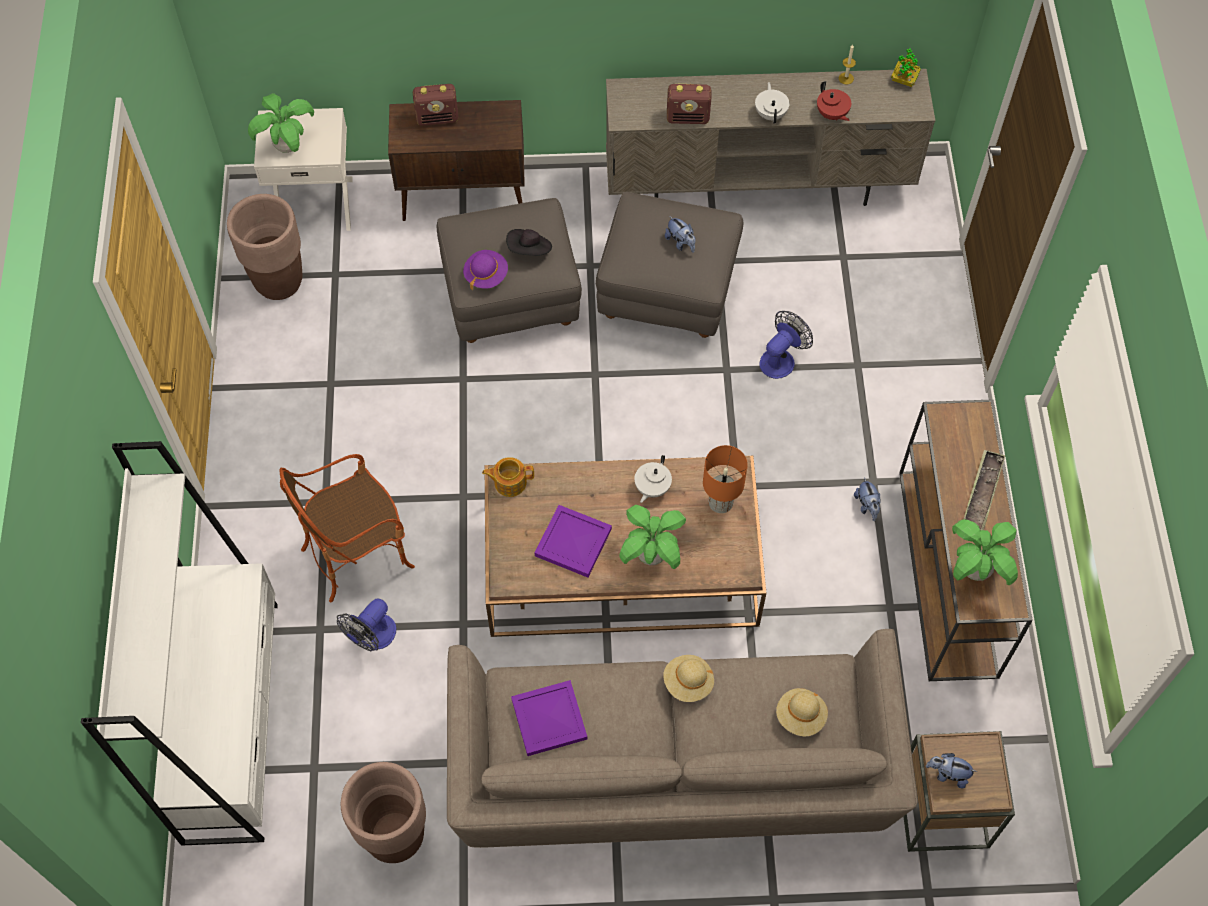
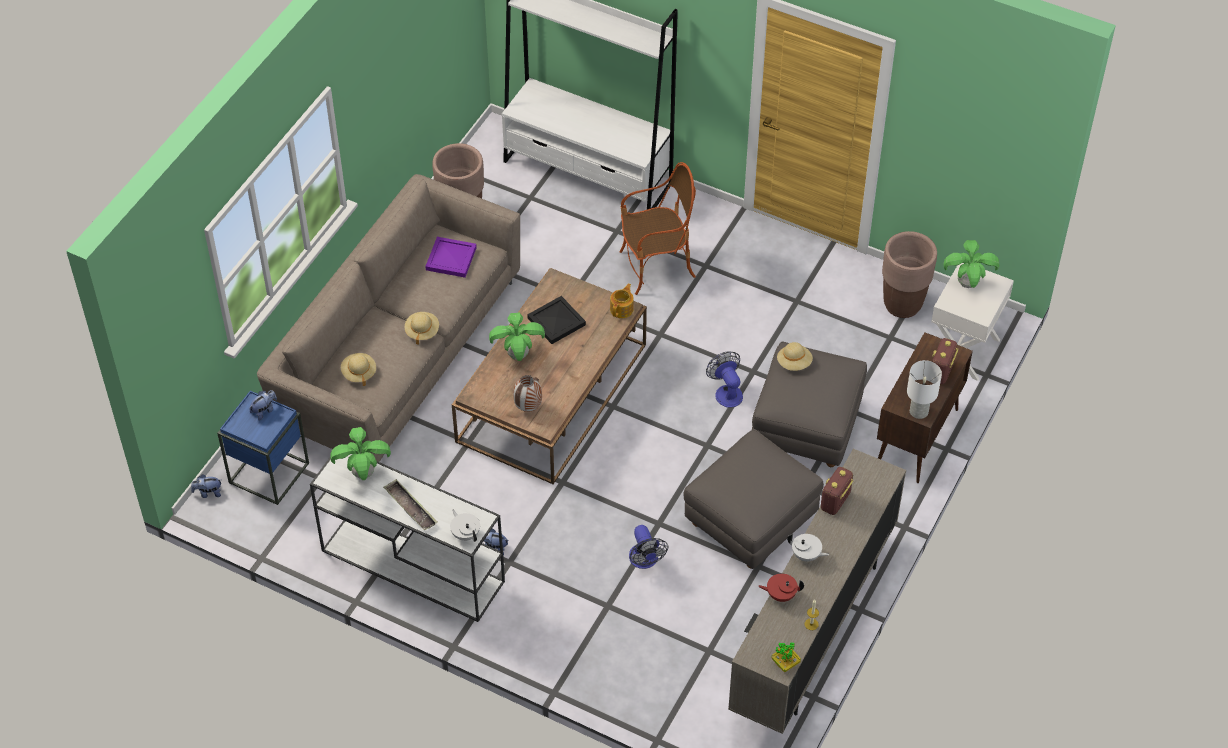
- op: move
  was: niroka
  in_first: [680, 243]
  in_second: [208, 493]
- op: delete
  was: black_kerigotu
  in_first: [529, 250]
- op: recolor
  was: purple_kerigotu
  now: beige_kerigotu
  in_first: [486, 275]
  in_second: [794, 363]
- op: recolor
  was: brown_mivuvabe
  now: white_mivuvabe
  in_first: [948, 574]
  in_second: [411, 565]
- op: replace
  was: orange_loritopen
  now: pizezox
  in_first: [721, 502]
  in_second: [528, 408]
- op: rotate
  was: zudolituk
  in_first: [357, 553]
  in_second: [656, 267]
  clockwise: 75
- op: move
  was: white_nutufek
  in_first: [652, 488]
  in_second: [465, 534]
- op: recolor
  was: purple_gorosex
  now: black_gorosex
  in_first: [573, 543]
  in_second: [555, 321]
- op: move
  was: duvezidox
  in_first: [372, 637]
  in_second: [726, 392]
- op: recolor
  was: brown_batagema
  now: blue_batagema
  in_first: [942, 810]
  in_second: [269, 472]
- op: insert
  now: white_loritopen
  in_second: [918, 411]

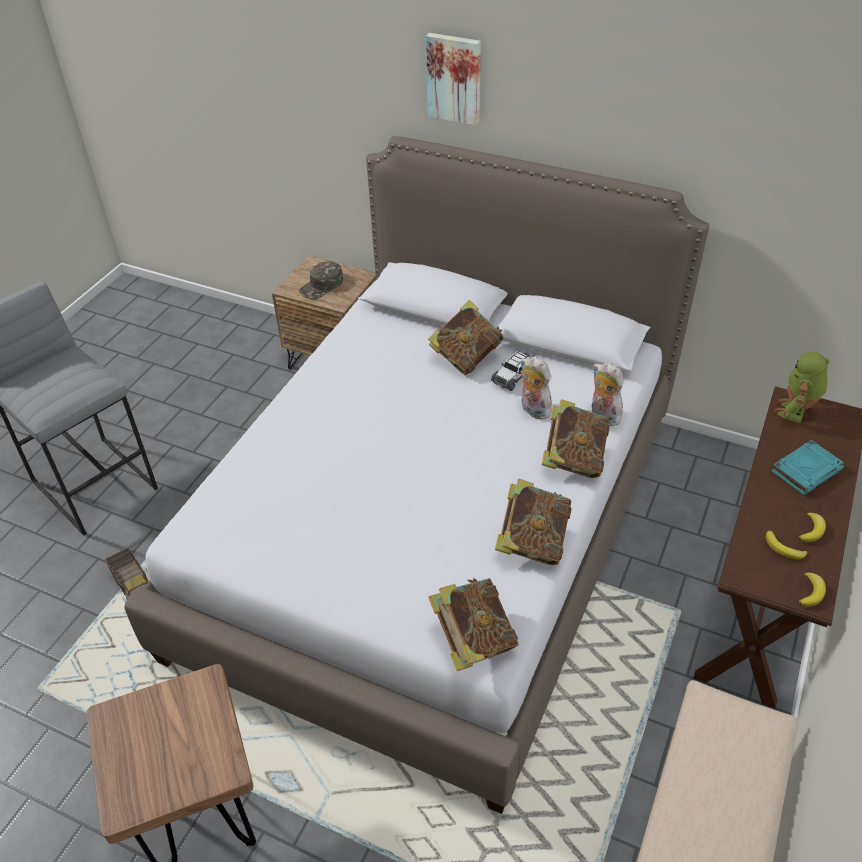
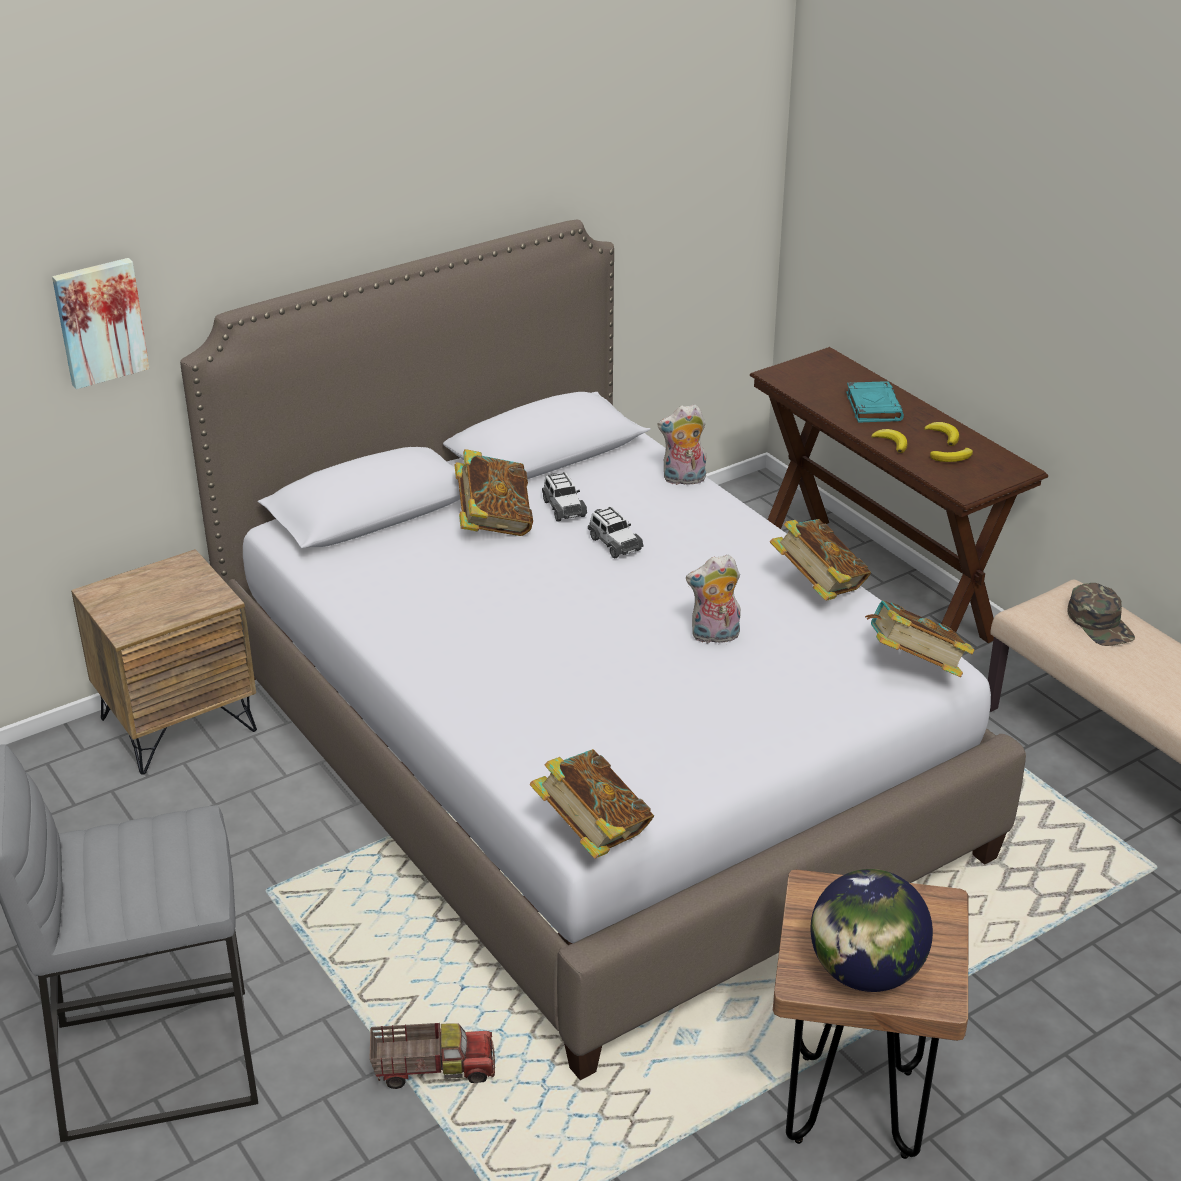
- op: move
  was: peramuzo
  in_first: [455, 78]
  in_second: [99, 321]
- op: move
  was: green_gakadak
  in_first: [322, 285]
  in_second: [1100, 623]
- op: delete
  was: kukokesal
  in_first: [795, 411]
- op: move
  was: niroka
  in_first: [533, 410]
  in_second: [714, 636]
- op: move
  was: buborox
  in_first: [573, 459]
  in_second: [592, 833]
- op: move
  was: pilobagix
  in_first: [811, 592]
  in_second: [891, 443]
- op: insert
  now: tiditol
  in_second: [614, 543]
- op: insert
  now: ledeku
  in_second: [865, 972]

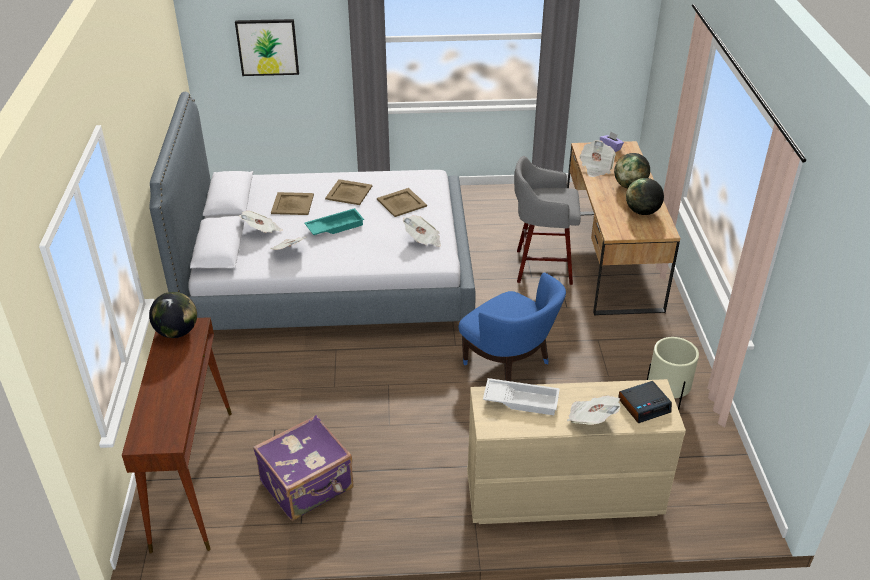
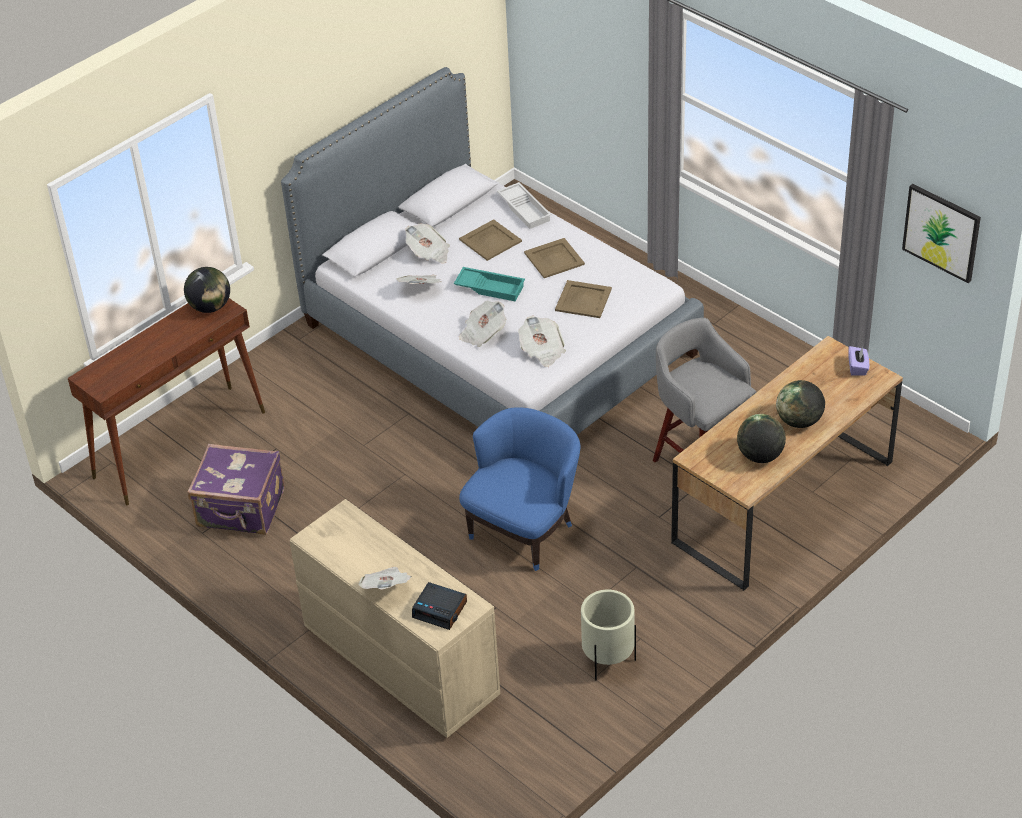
- op: move
  was: peramuzo
  in_first: [267, 47]
  in_second: [942, 232]
- op: move
  was: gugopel
  in_first: [596, 168]
  in_second: [482, 333]
- op: rotate
  was: blue_zudolituk
  in_first: [509, 364]
  in_second: [524, 530]
  clockwise: -150
- op: move
  was: white_gorosex
  in_first: [521, 400]
  in_second: [525, 209]

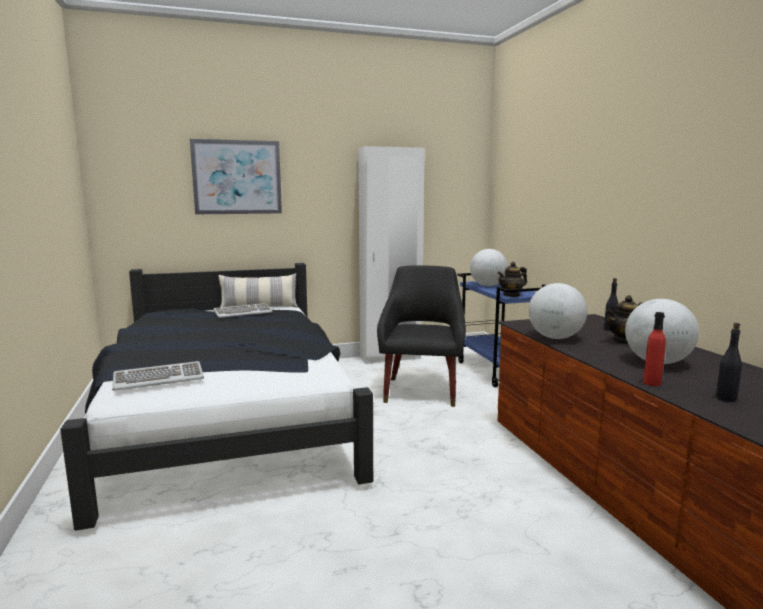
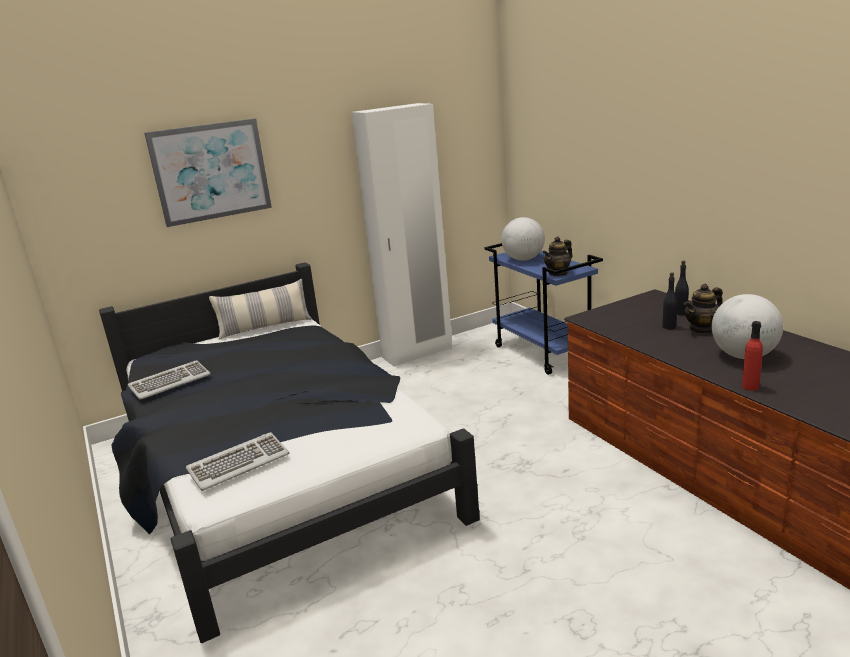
- op: delete
  was: black_zudolituk
  in_first: [421, 389]
- op: delete
  was: ledeku
  in_first: [555, 338]
- op: move
  was: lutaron
  in_first: [243, 313]
  in_second: [170, 382]
- op: move
  was: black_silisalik
  in_first: [726, 398]
  in_second: [669, 326]

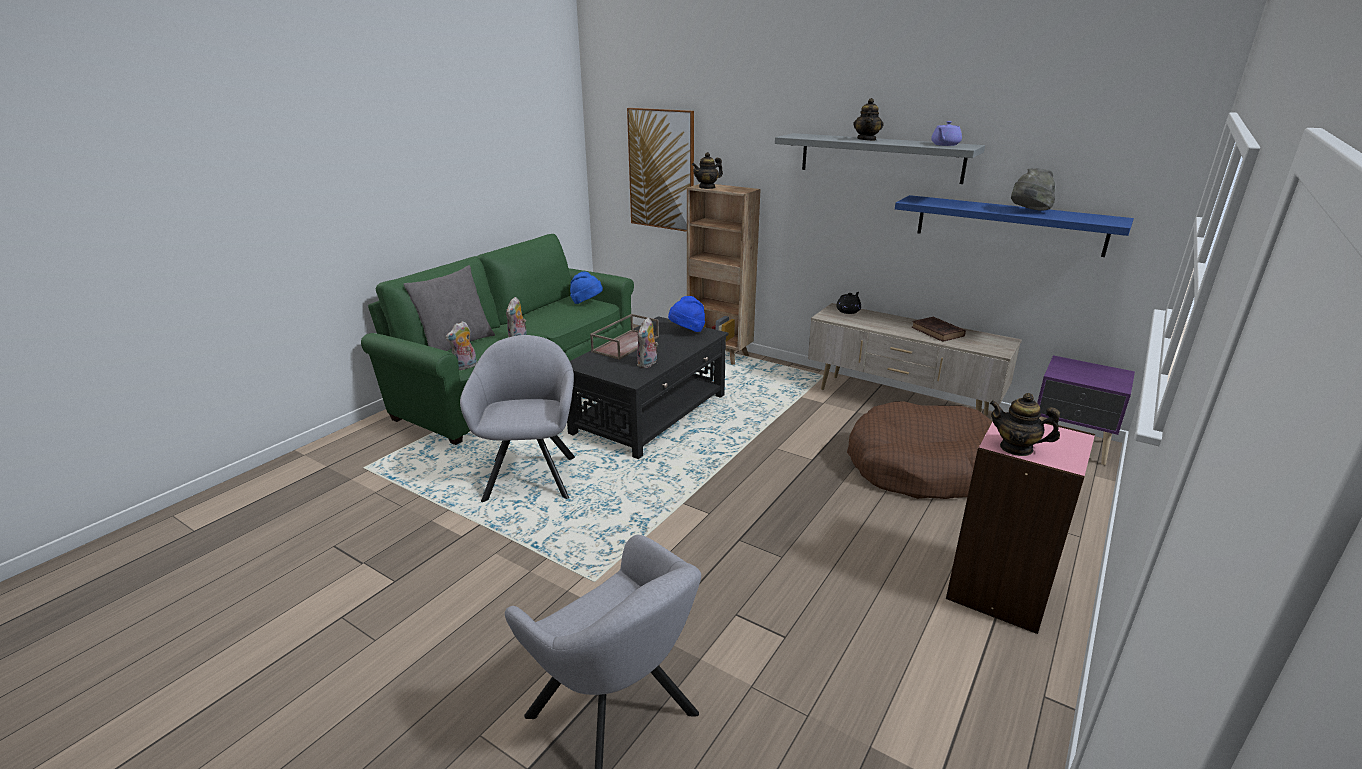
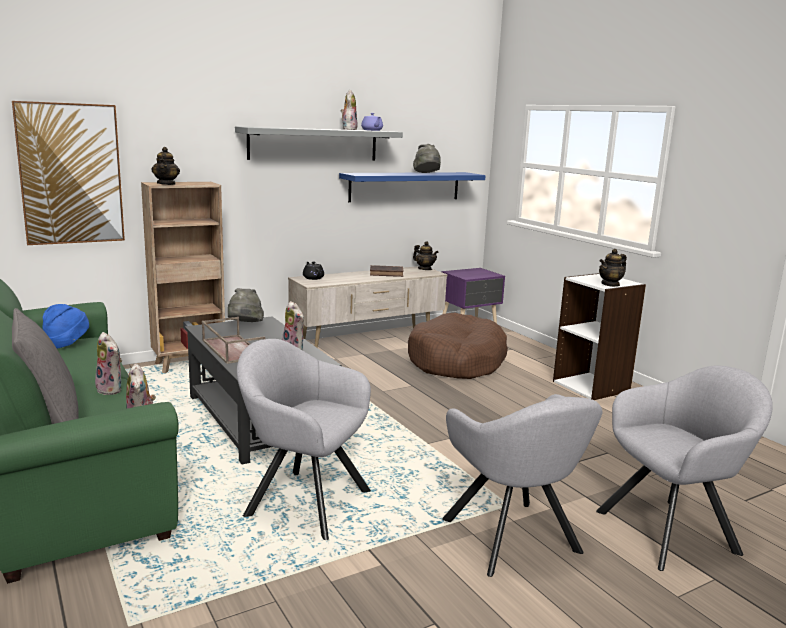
- op: move
  was: nutufek
  in_first: [867, 139]
  in_second: [425, 269]
- op: recolor
  was: blue_kerigotu
  now: grey_kerigotu
  in_first: [687, 331]
  in_second: [245, 325]
- op: recolor
  was: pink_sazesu
  now: white_sazesu
  in_first: [1001, 590]
  in_second: [591, 386]
- op: insert
  now: niroka
  in_second: [348, 129]
- op: insert
  now: grey_zudolituk
  in_second: [514, 540]

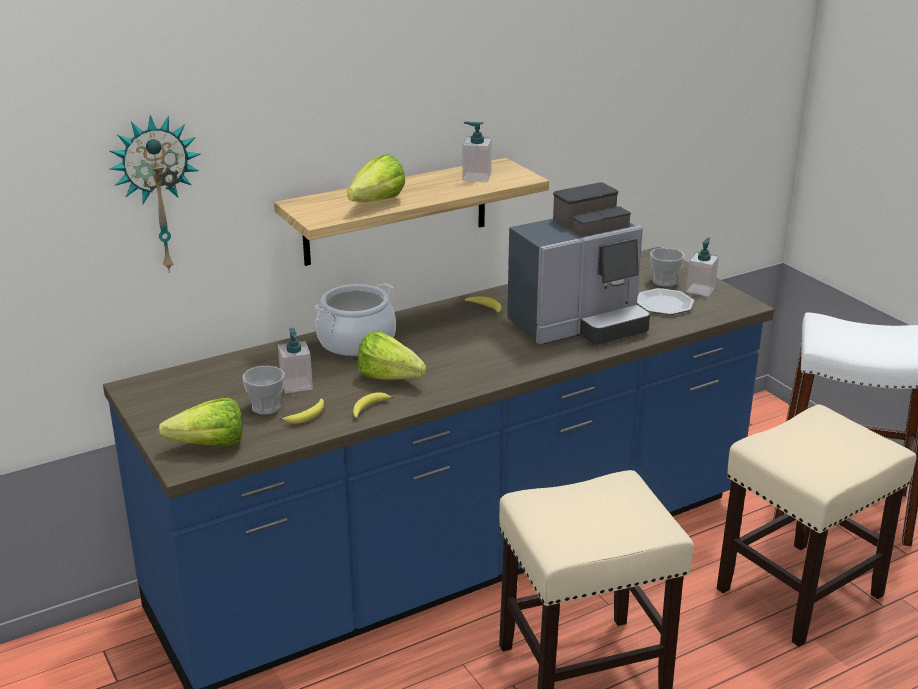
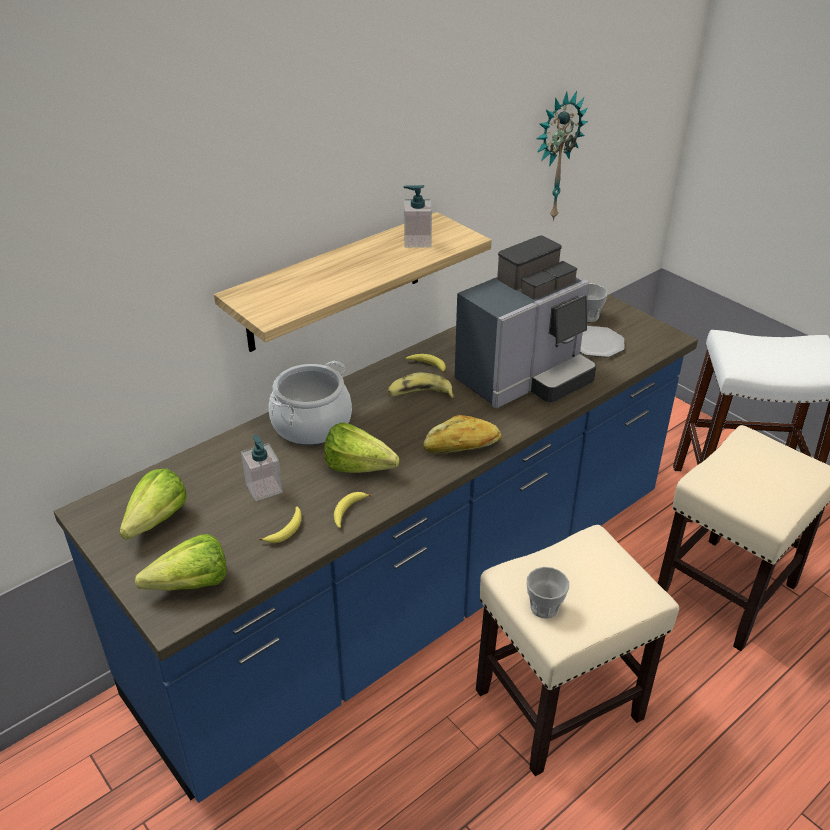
- op: move
  was: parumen
  in_first: [157, 194]
  in_second: [555, 157]
- op: move
  was: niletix
  in_first: [371, 204]
  in_second: [151, 525]
- op: delete
  was: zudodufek
  in_first: [700, 289]
- op: move
  was: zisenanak
  in_first: [266, 407]
  in_second: [544, 607]
- op: insert
  now: pilobagix
  in_second: [419, 395]
- op: insert
  now: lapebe
  in_second: [462, 447]

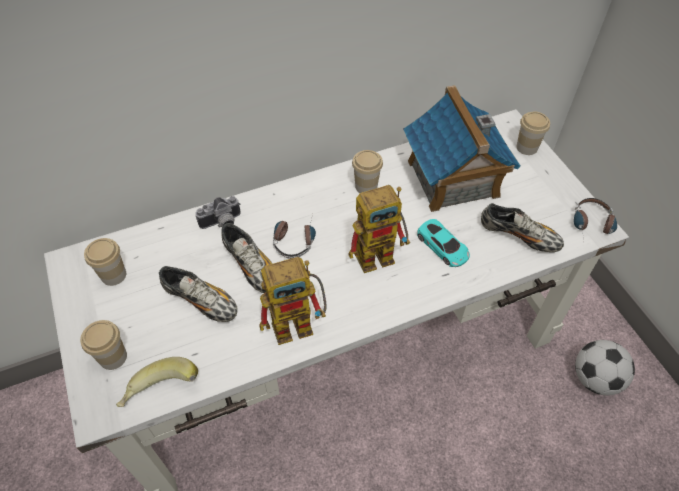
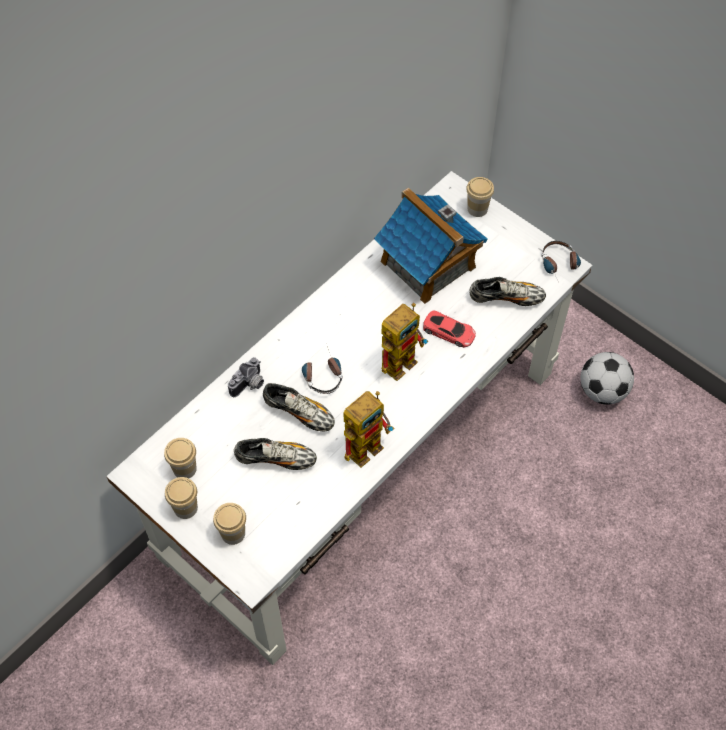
- op: move
  was: zisenanak
  in_first: [366, 186]
  in_second: [185, 508]
- op: recolor
  was: turquoise_tiditol
  now: red_tiditol
  in_first: [442, 246]
  in_second: [449, 332]
- op: delete
  was: pilobagix
  in_first: [162, 394]

